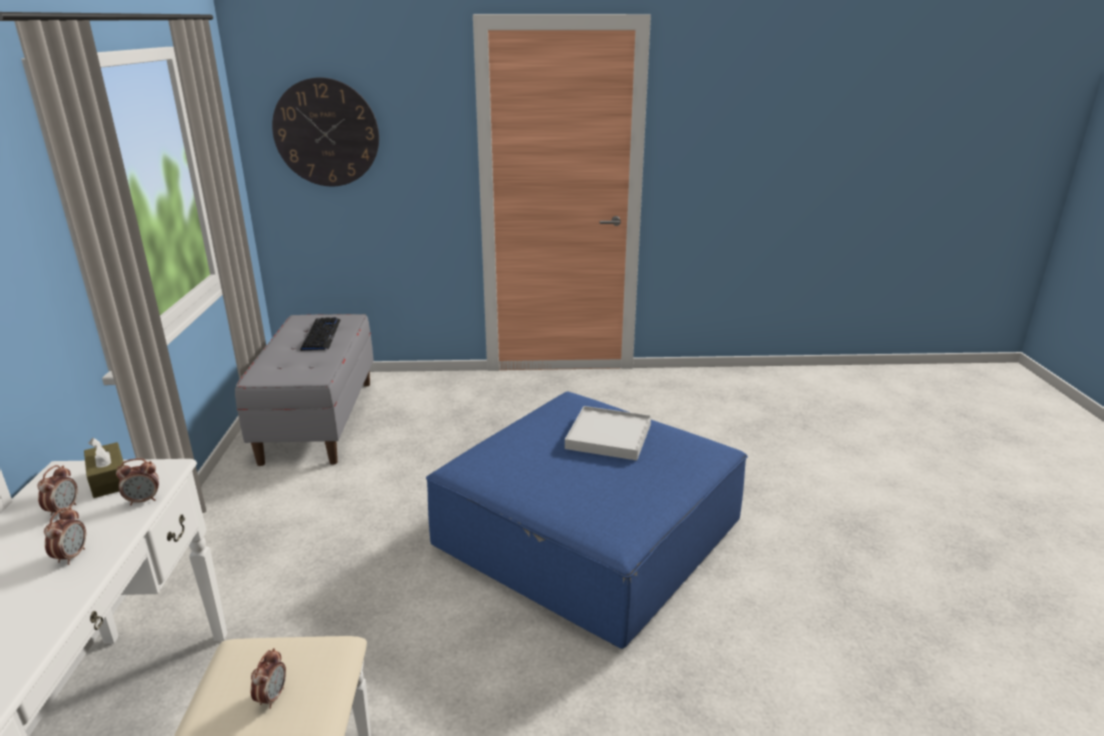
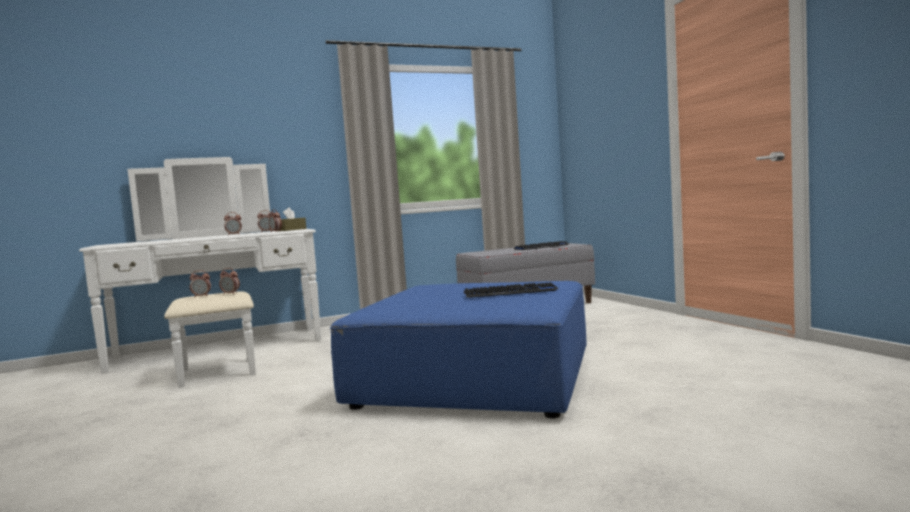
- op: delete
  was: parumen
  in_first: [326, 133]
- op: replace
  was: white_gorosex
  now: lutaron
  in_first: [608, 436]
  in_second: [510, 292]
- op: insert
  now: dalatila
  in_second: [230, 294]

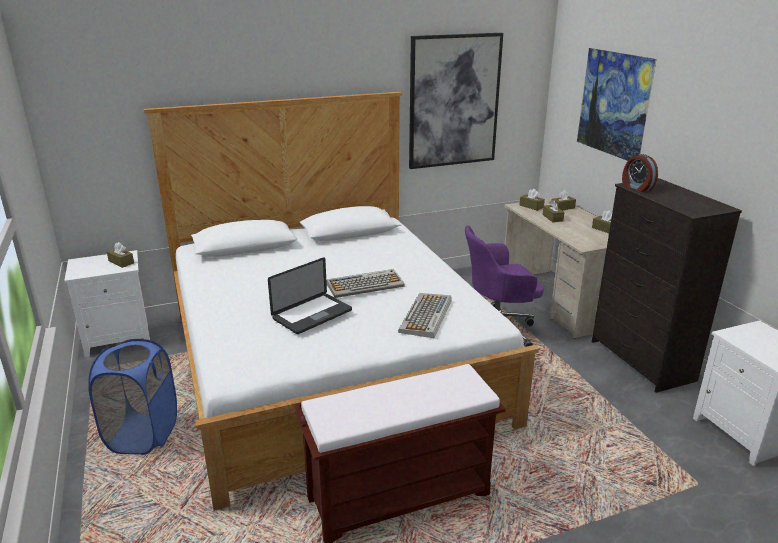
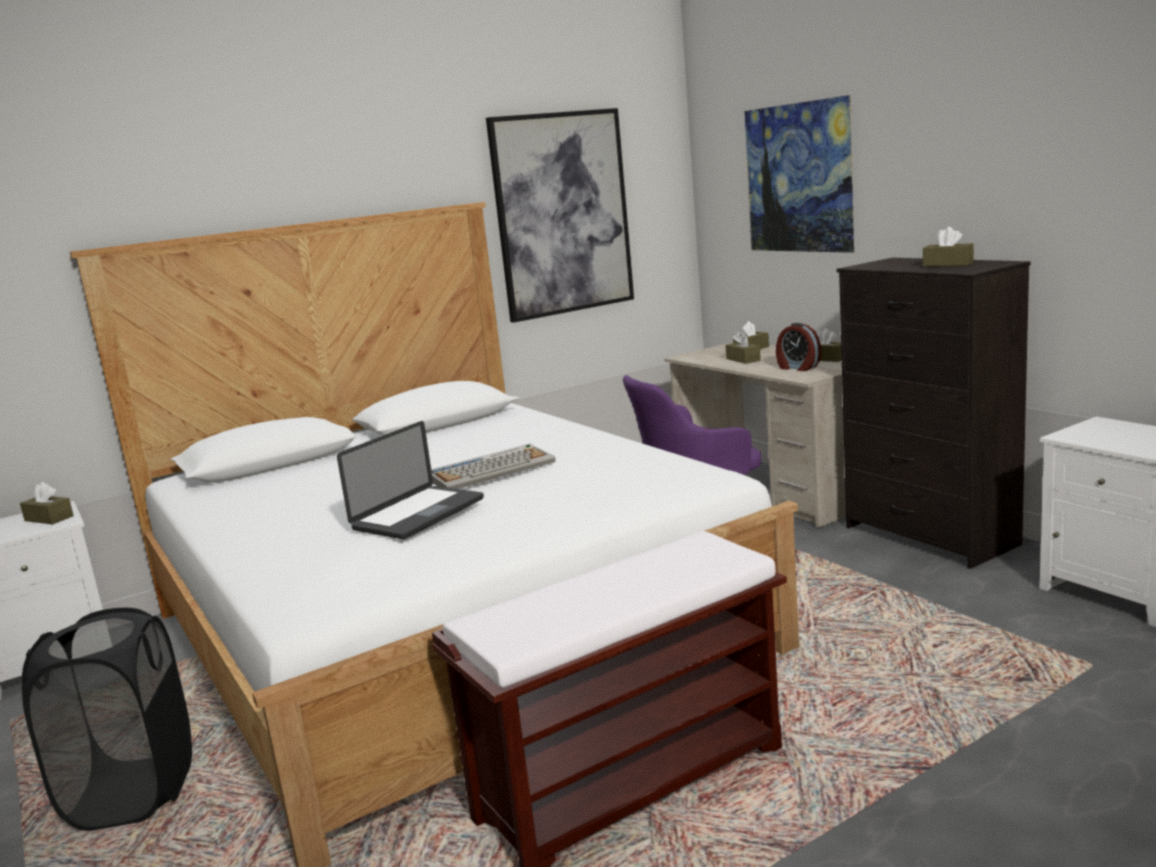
- op: move
  was: dalatila
  in_first: [636, 188]
  in_second: [797, 368]
- op: move
  was: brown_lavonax
  in_first: [531, 206]
  in_second: [948, 264]
- op: delete
  was: lutaron
  in_first: [426, 316]
- op: recolor
  was: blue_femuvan
  now: black_femuvan
  in_first: [143, 434]
  in_second: [132, 792]

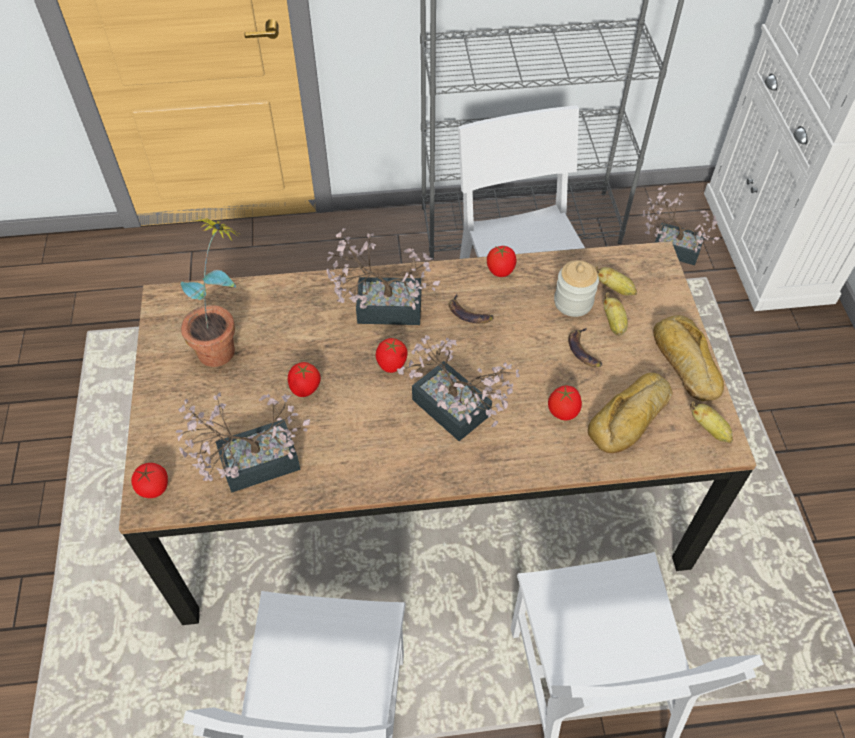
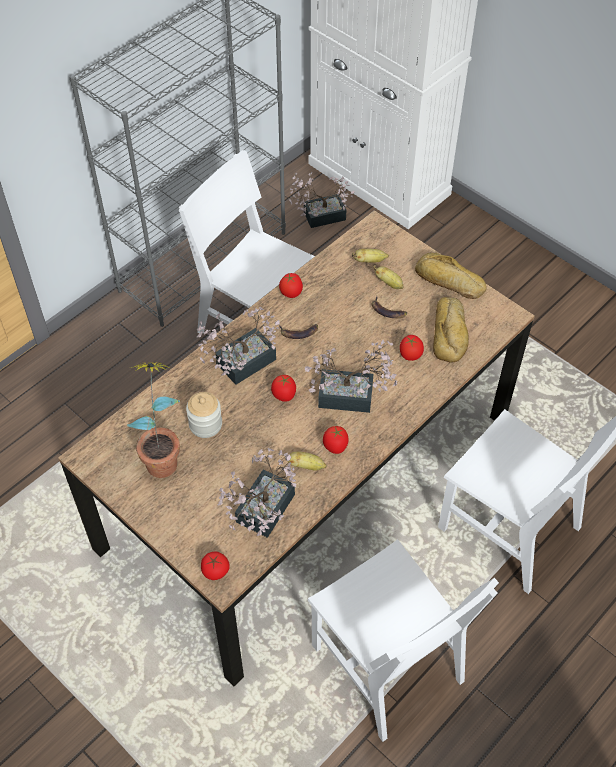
- op: move
  was: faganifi
  in_first: [573, 302]
  in_second: [205, 424]
- op: move
  was: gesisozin
  in_first: [305, 388]
  in_second: [335, 446]
- op: move
  was: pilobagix
  in_first: [710, 429]
  in_second: [306, 466]

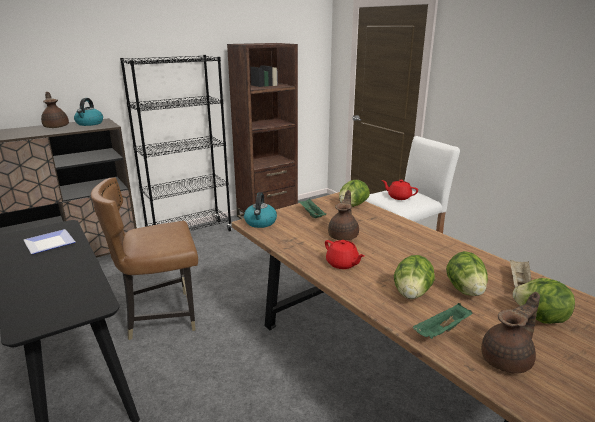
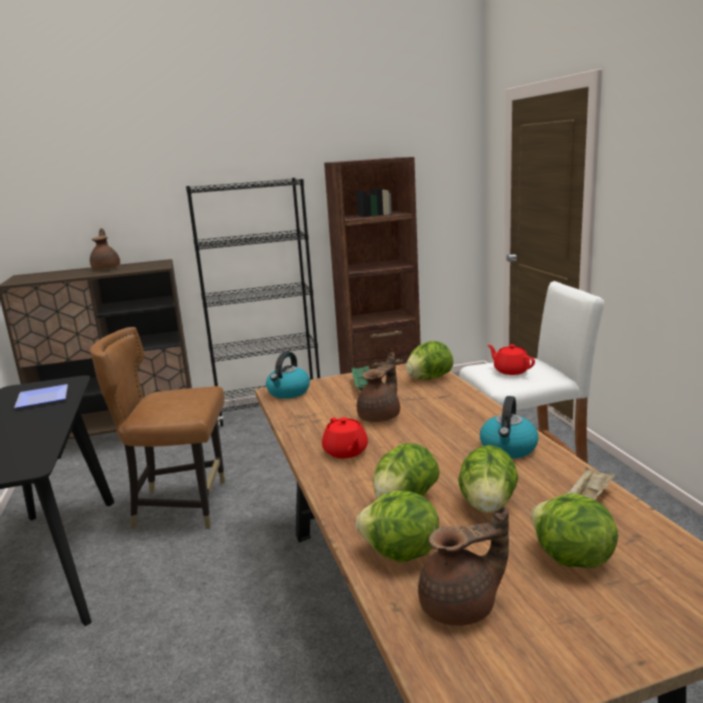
- op: move
  was: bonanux
  in_first: [89, 123]
  in_second: [508, 449]
- op: replace
  was: green_gorosex
  now: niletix
  in_first: [442, 331]
  in_second: [400, 554]

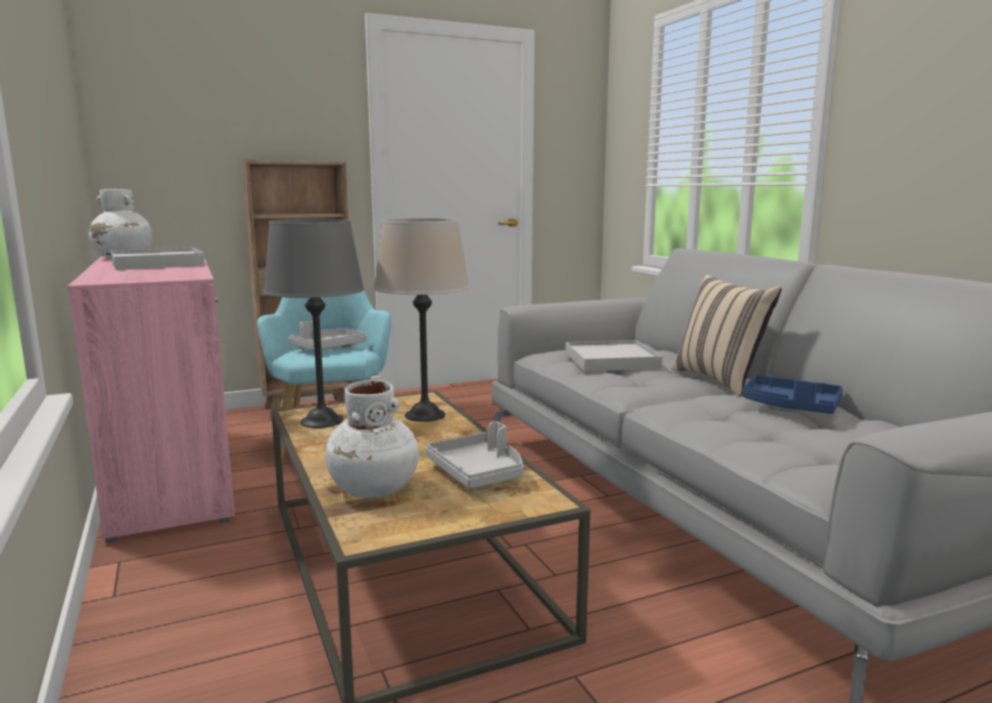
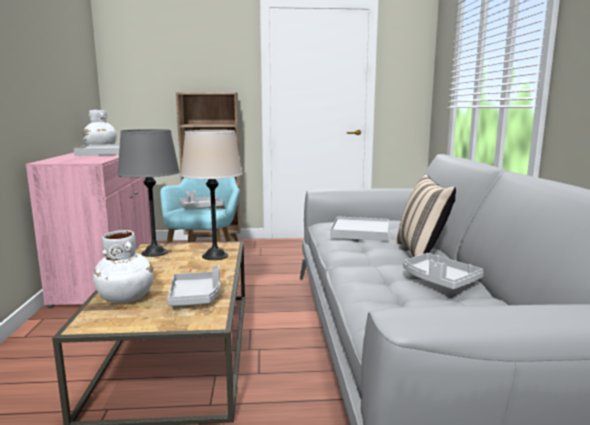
- op: recolor
  was: blue_gorosex
  now: grey_gorosex
  in_first: [791, 407]
  in_second: [439, 280]

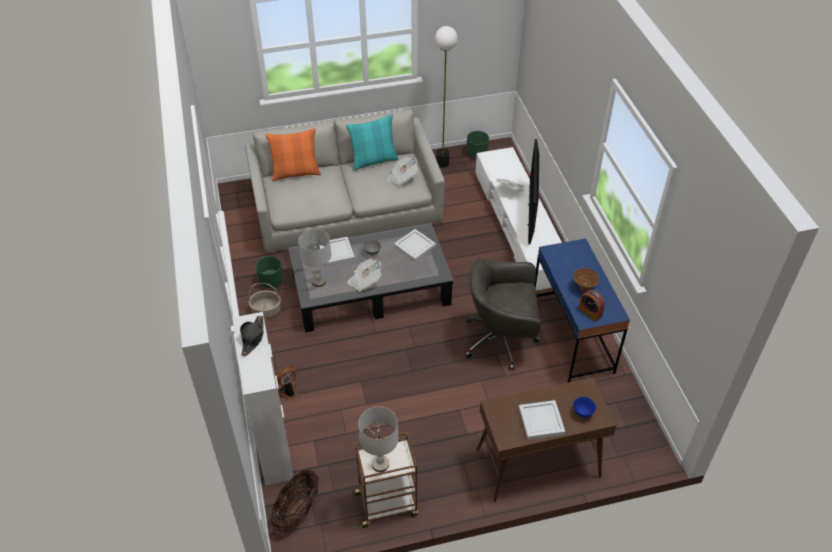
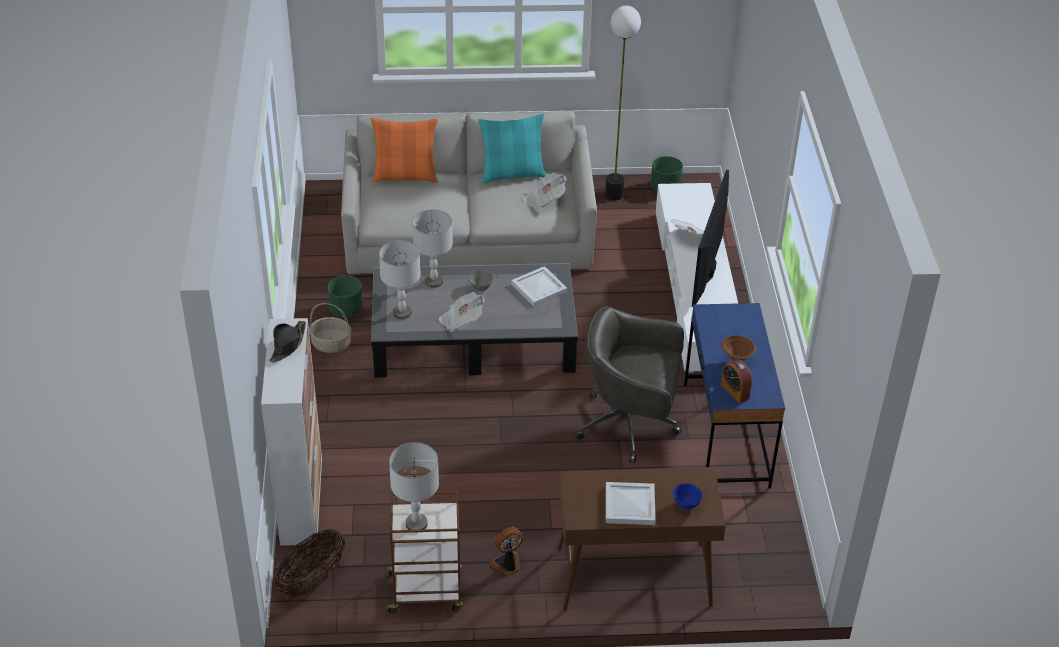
- op: replace
  was: white_gorosex
  now: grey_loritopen
  in_first: [336, 253]
  in_second: [433, 282]
- op: move
  was: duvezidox
  in_first: [288, 392]
  in_second: [507, 564]

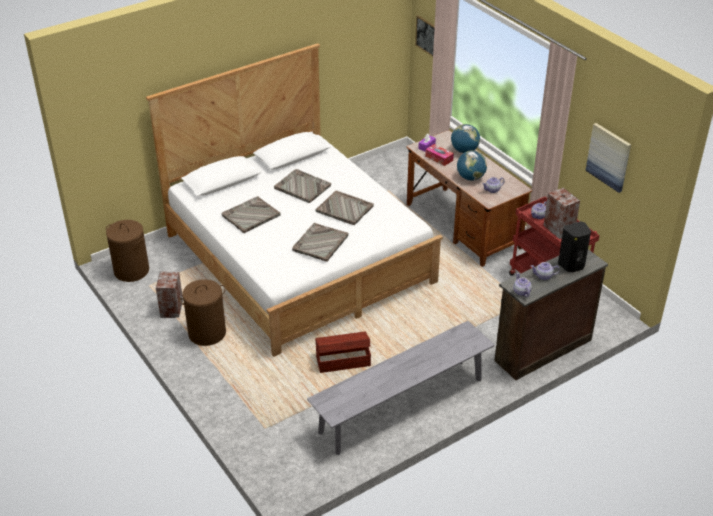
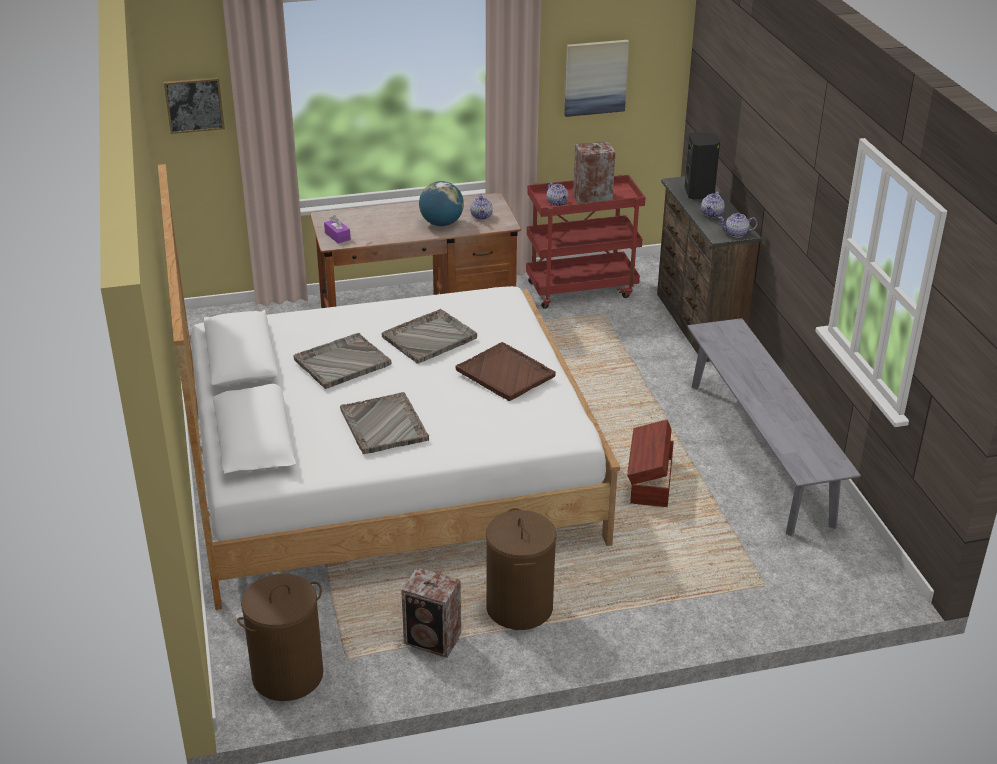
- op: delete
  was: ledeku
  in_first: [464, 150]
- op: delete
  was: lavonax
  in_first: [439, 158]
- op: recolor
  was: grey_gorosex
  now: brown_gorosex
  in_first: [320, 243]
  in_second: [506, 374]

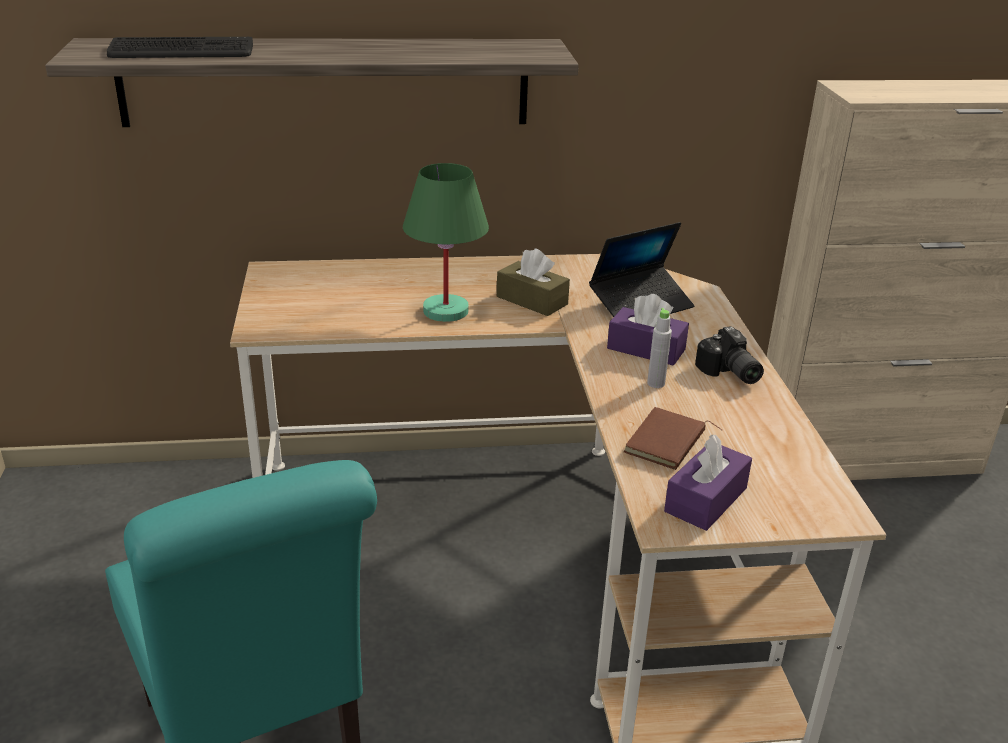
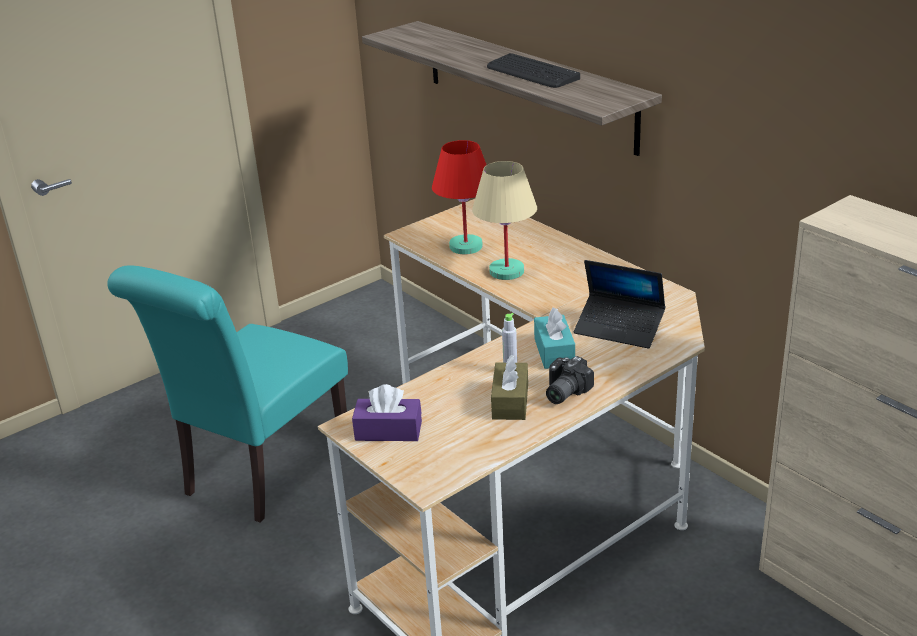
- op: move
  was: lutaron
  in_first: [181, 51]
  in_second: [531, 73]
- op: recolor
  was: green_loritopen
  now: beige_loritopen
  in_first: [446, 311]
  in_second: [506, 272]
- op: move
  was: brown_lavonax
  in_first: [532, 300]
  in_second: [510, 401]
- op: recolor
  was: purple_lavonax
  now: turquoise_lavonax
  in_first: [646, 349]
  in_second: [554, 352]
- op: delete
  was: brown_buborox
  in_first: [667, 444]
- op: insert
  now: red_loritopen
  in_second: [465, 246]

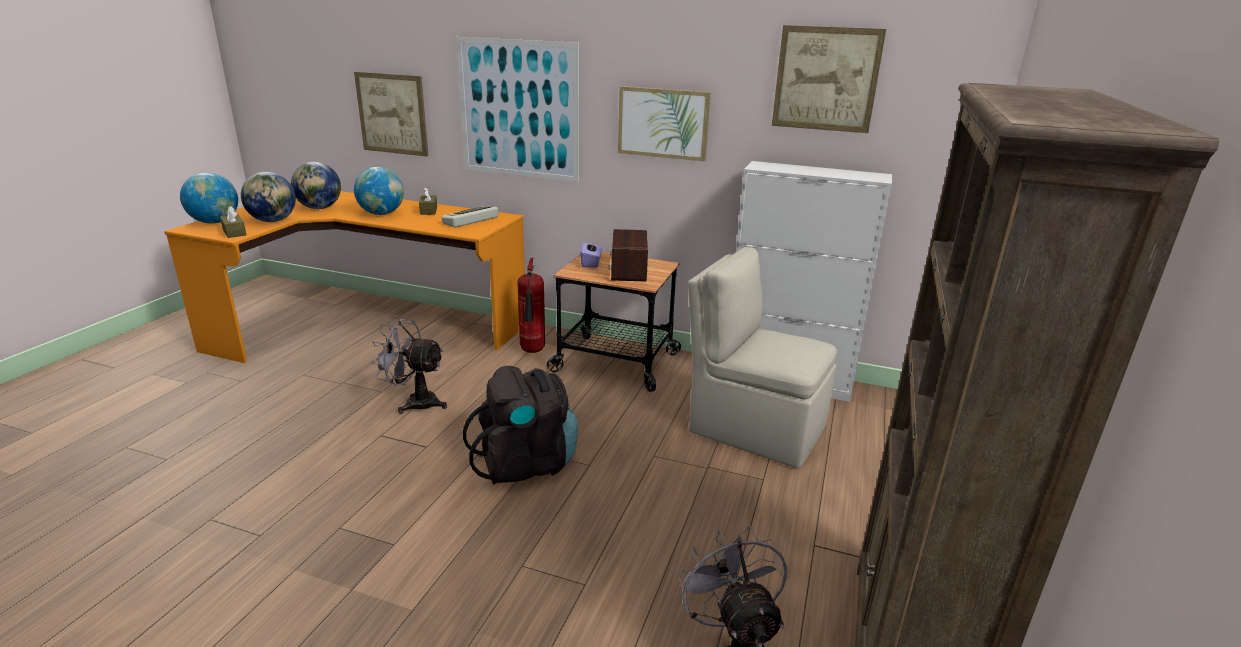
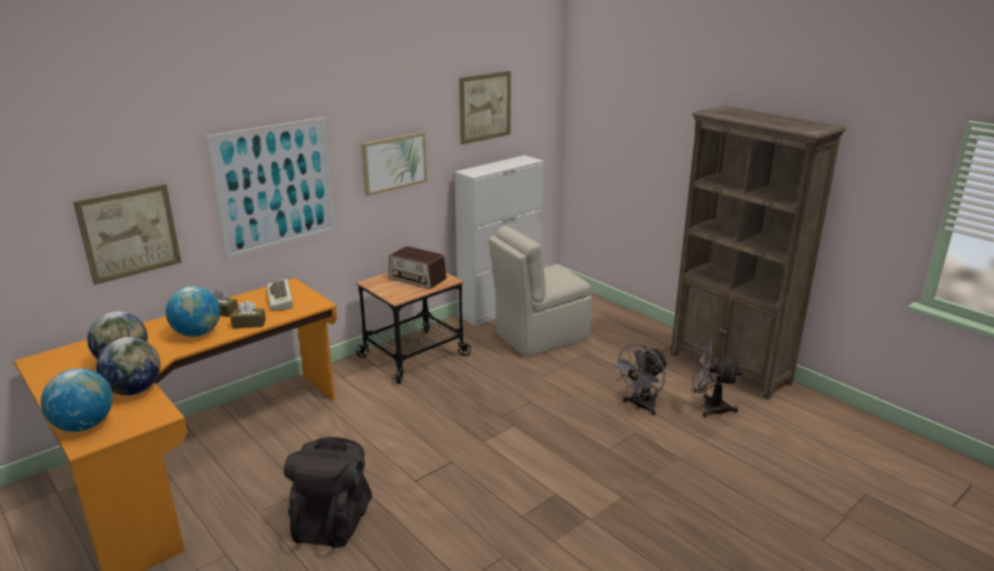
- op: move
  was: brown_lavonax
  in_first: [234, 232]
  in_second: [249, 324]
- op: delete
  was: purple_lavonax
  in_first: [591, 263]
- op: delete
  was: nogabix
  in_first: [532, 351]
- op: move
  was: grey_duvezidox
  in_first: [414, 402]
  in_second: [640, 406]
- op: move
  was: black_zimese
  in_first: [526, 463]
  in_second: [333, 521]

